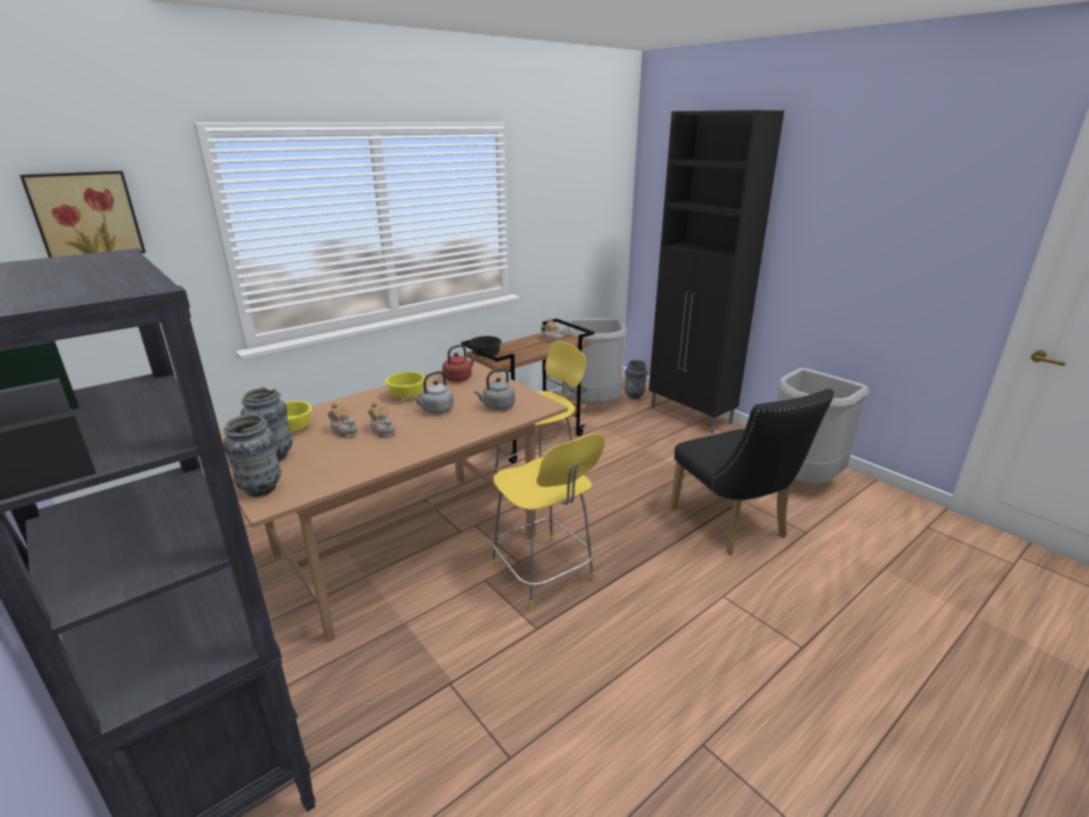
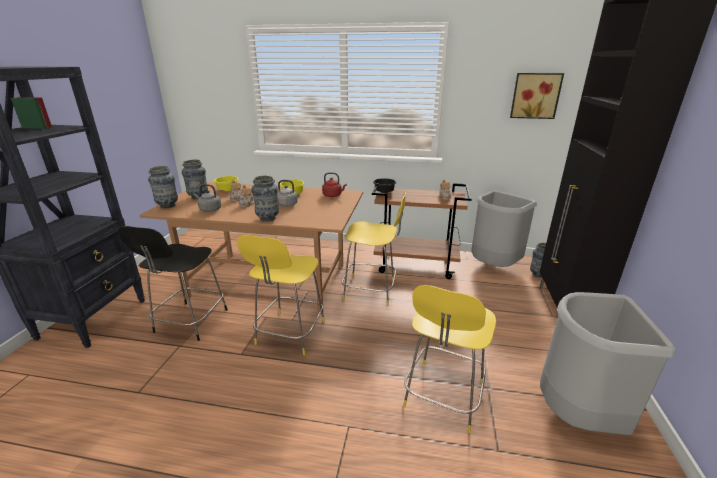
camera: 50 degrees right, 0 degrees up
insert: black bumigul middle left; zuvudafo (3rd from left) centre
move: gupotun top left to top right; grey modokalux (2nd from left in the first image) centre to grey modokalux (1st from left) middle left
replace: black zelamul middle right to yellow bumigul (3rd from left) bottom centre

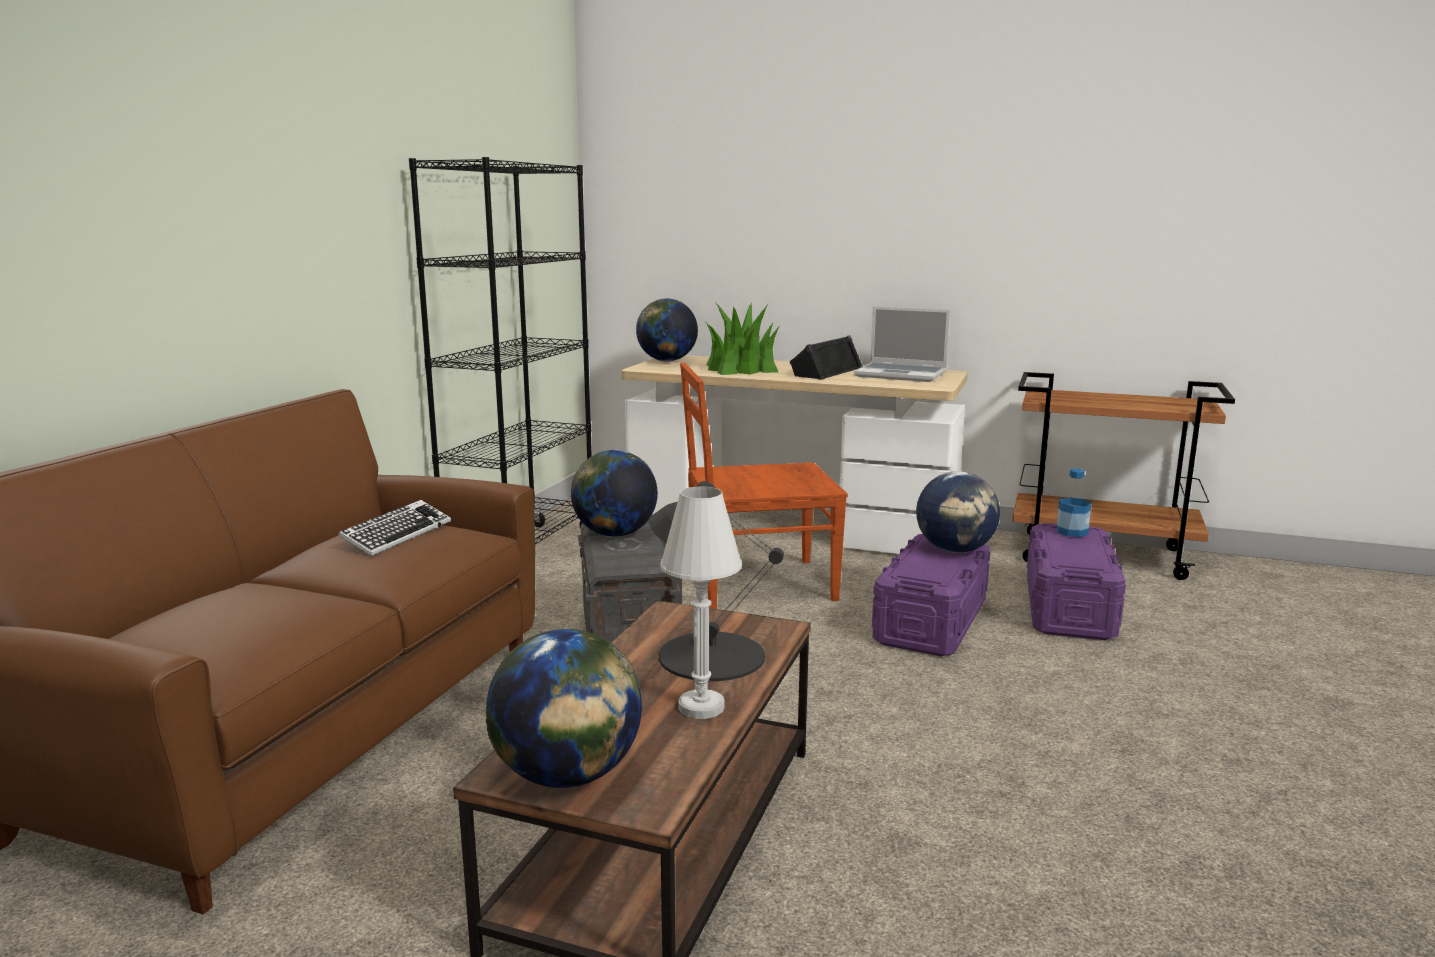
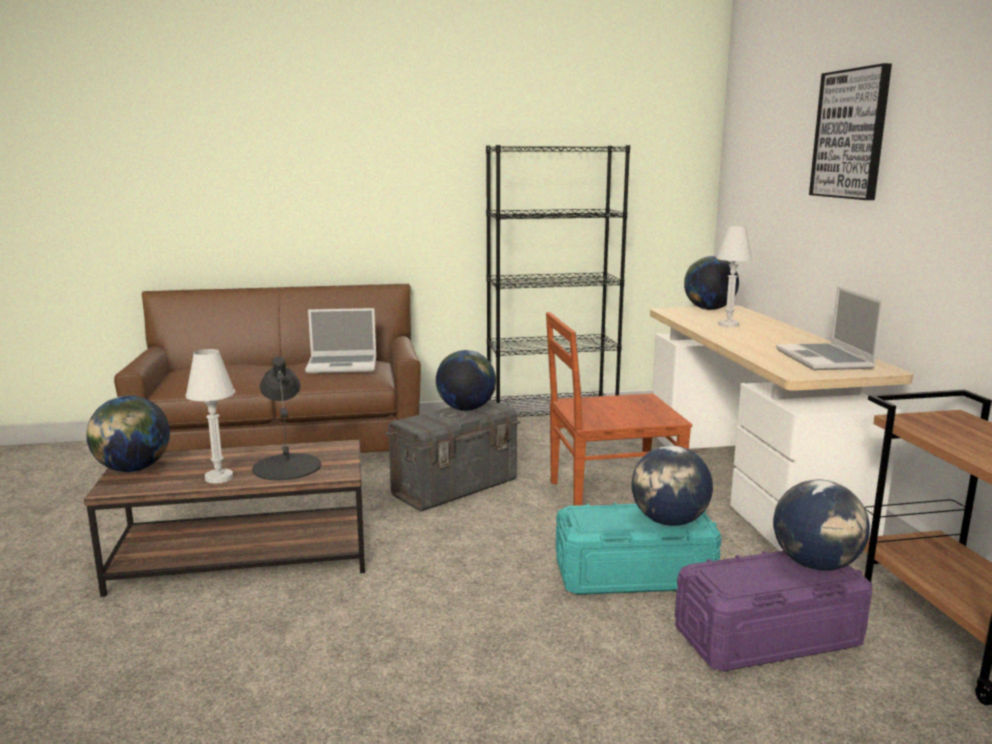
camera: 60 degrees right, 0 degrees up
delete: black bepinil centre
insert: gupotun top right
replace: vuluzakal middle left to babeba (1st from left) centre; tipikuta centre to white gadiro (2nd from left) middle right; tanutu middle right to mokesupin (5th from left) bottom right
recolor: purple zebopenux (1st from left) centre to turquoise zebopenux bottom centre
rotate: brown zelamul centre = centre 60 degrees counterclockwise

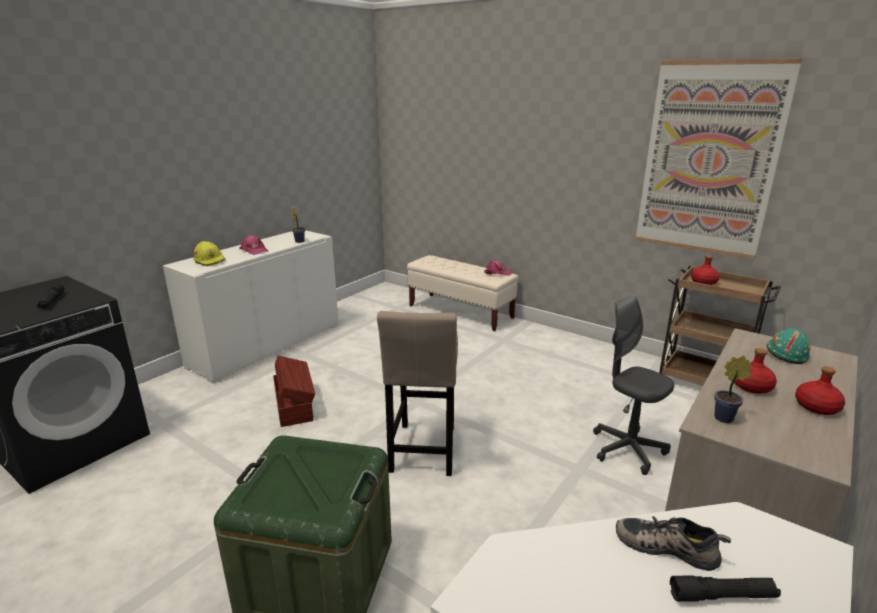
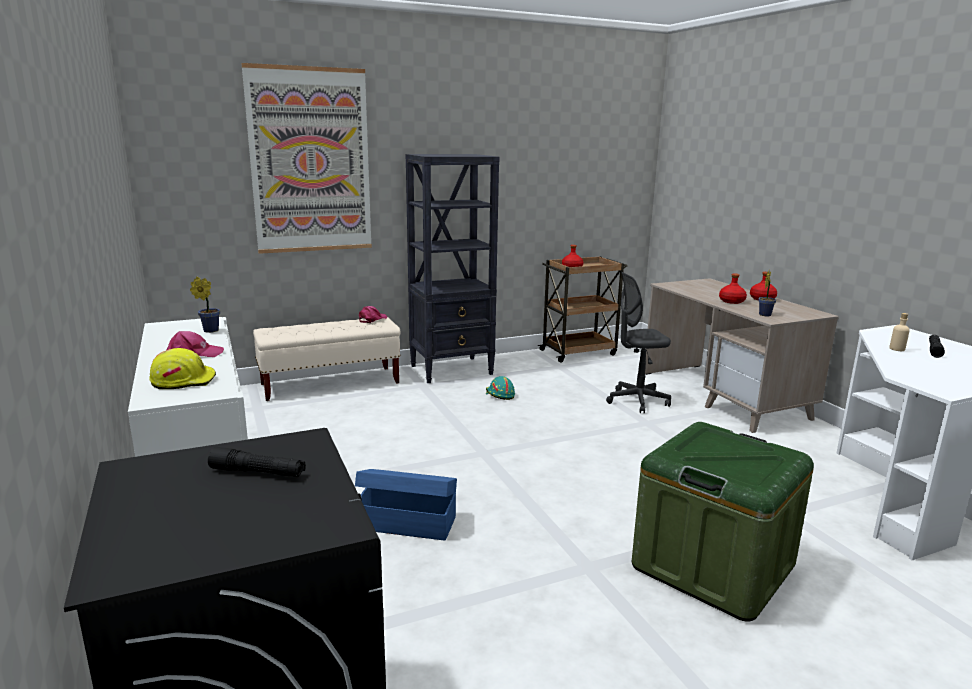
camera: 60 degrees left, 5 degrees down
delete: beige bumigul centre
insert: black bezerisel centre
move: gupotun top right to top left; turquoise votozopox middle right to centre
replace: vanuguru bottom right to beige tanutu middle right
recolor: brown zebopenux centre to blue zebopenux bottom centre

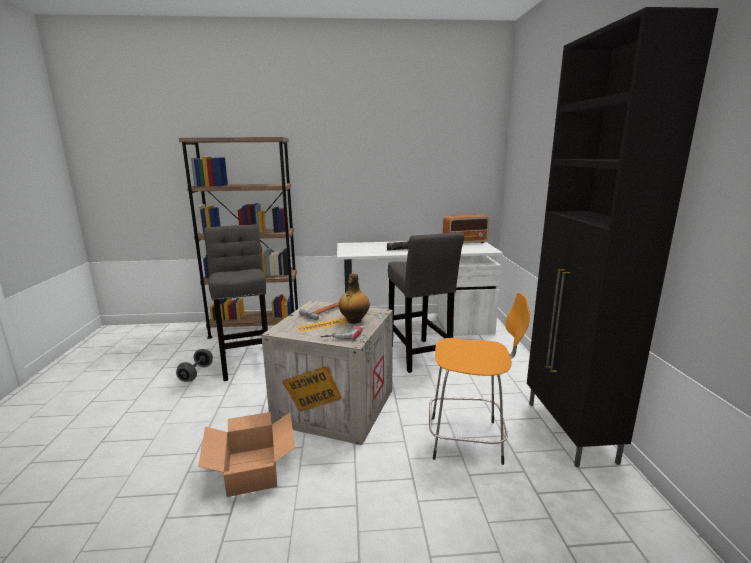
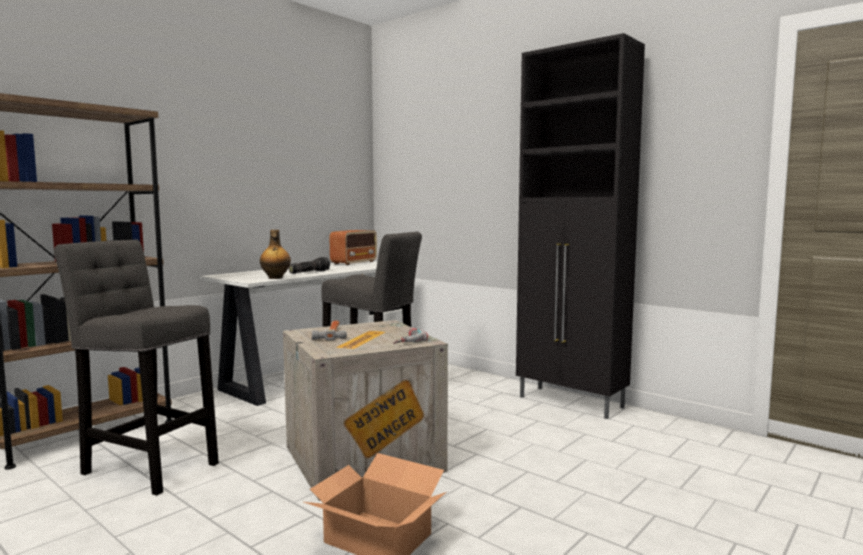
camera: 45 degrees left, 10 degrees down
delete: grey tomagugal middle left; orange bumigul bottom centre
move: tanutu centre to middle left

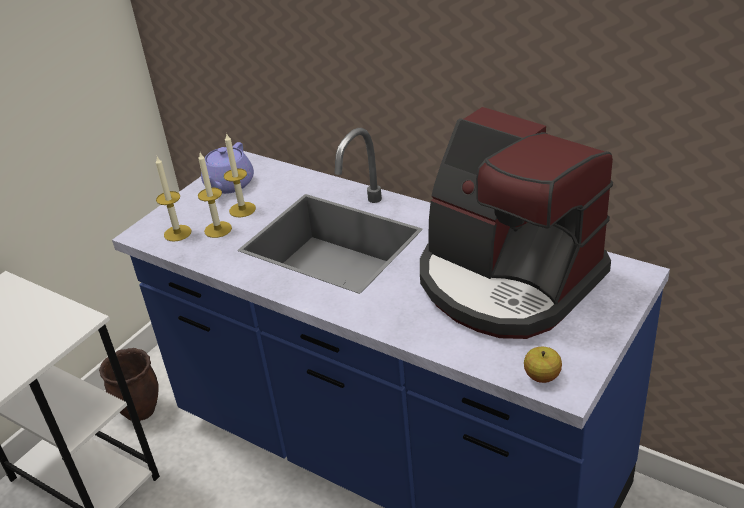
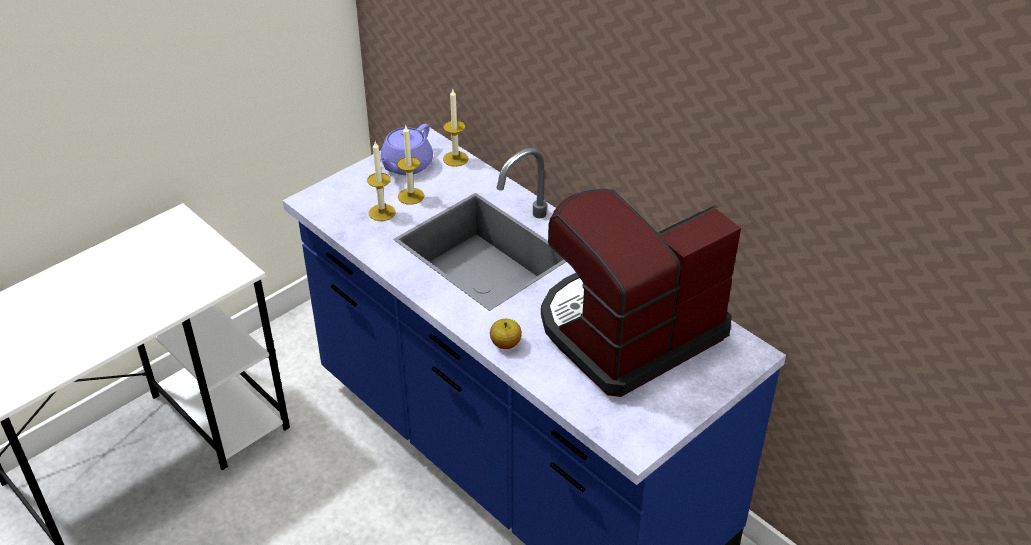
camera: 10 degrees right, 5 degrees up
delete: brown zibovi bottom left
move: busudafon (1st from left in the first image) middle left to busudafon (3rd from left) top centre; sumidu bottom right to centre
rotate: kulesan middle right = centre 90 degrees clockwise

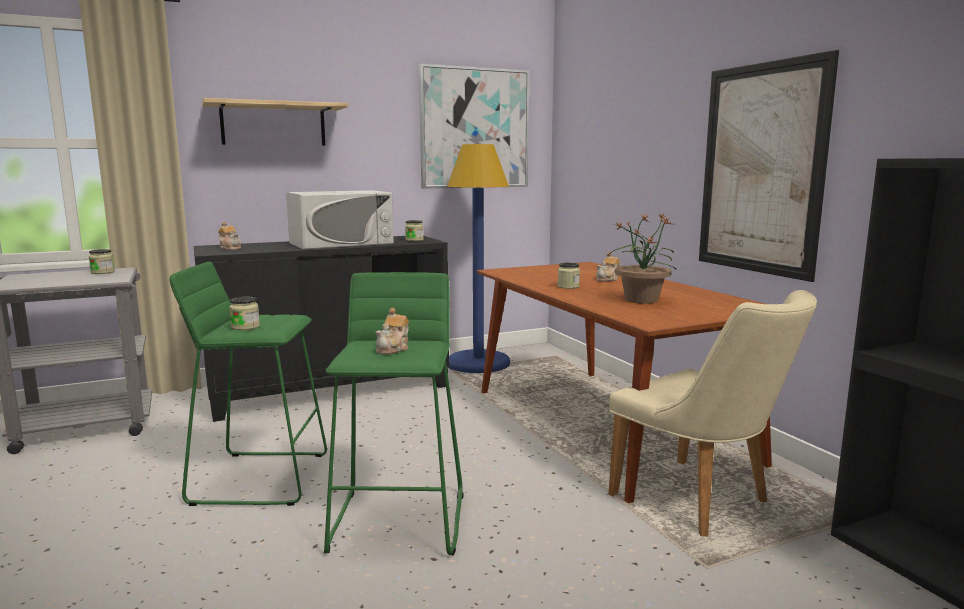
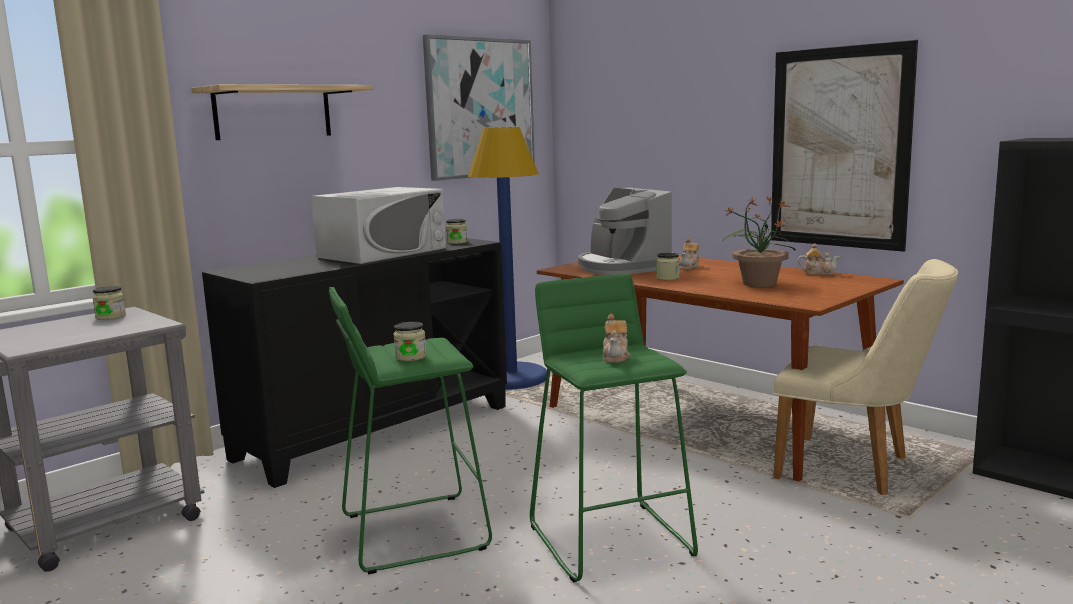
camera: 20 degrees left, 0 degrees up
insert: kulesan centre
move: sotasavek (1st from left in the first image) middle left to sotasavek (3rd from left) middle right

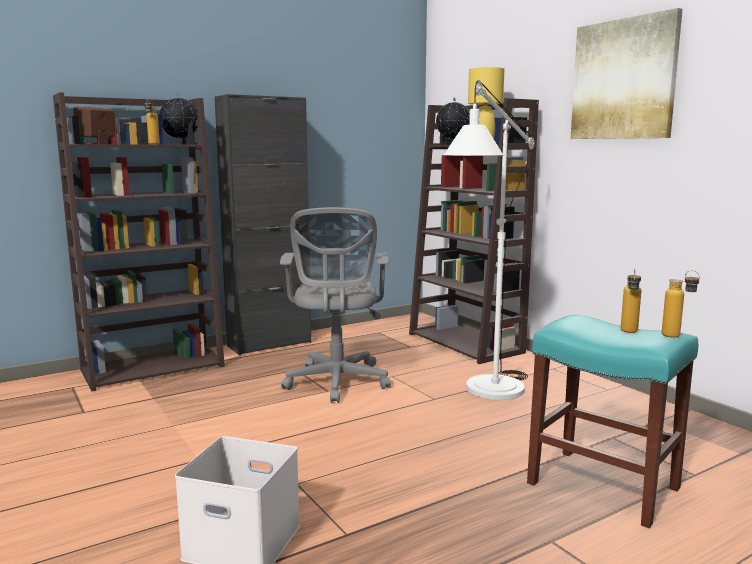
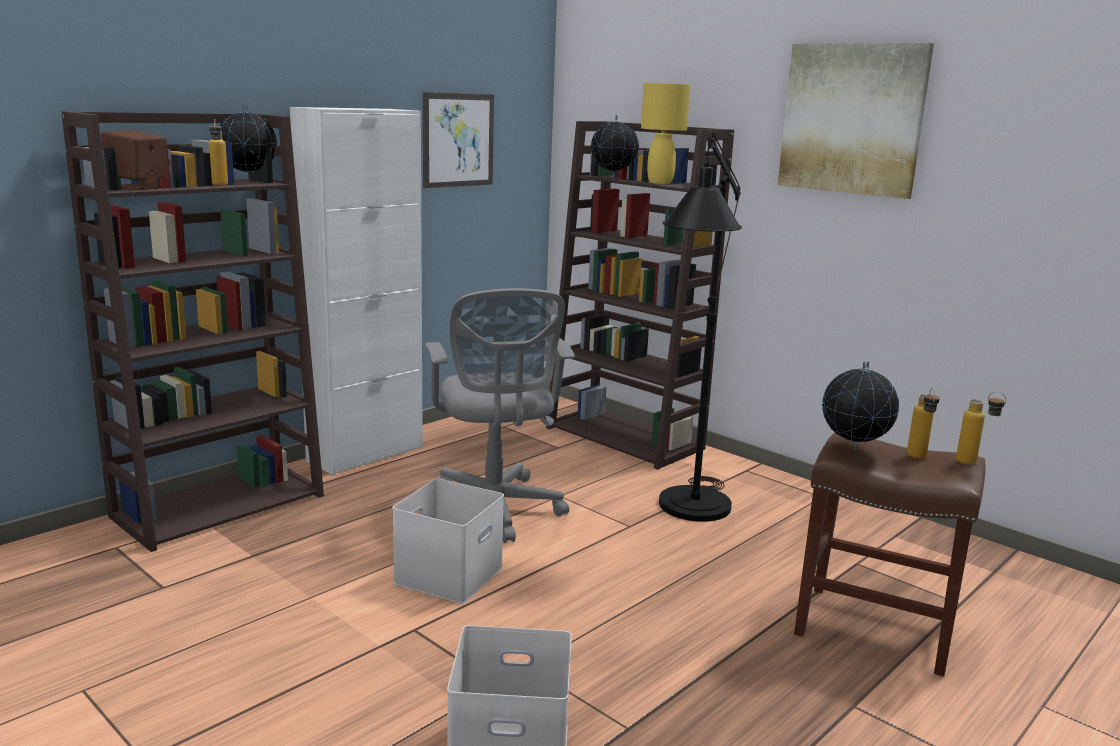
camera: 15 degrees left, 5 degrees up
insert: white zebopenux (1st from left) bottom centre; gupotun (1st from left) top centre; mokesupin (3rd from left) middle right
recolor: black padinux centre to white padinux middle left; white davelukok centre to black davelukok centre; turquoise bumigul bottom right to brown bumigul bottom right

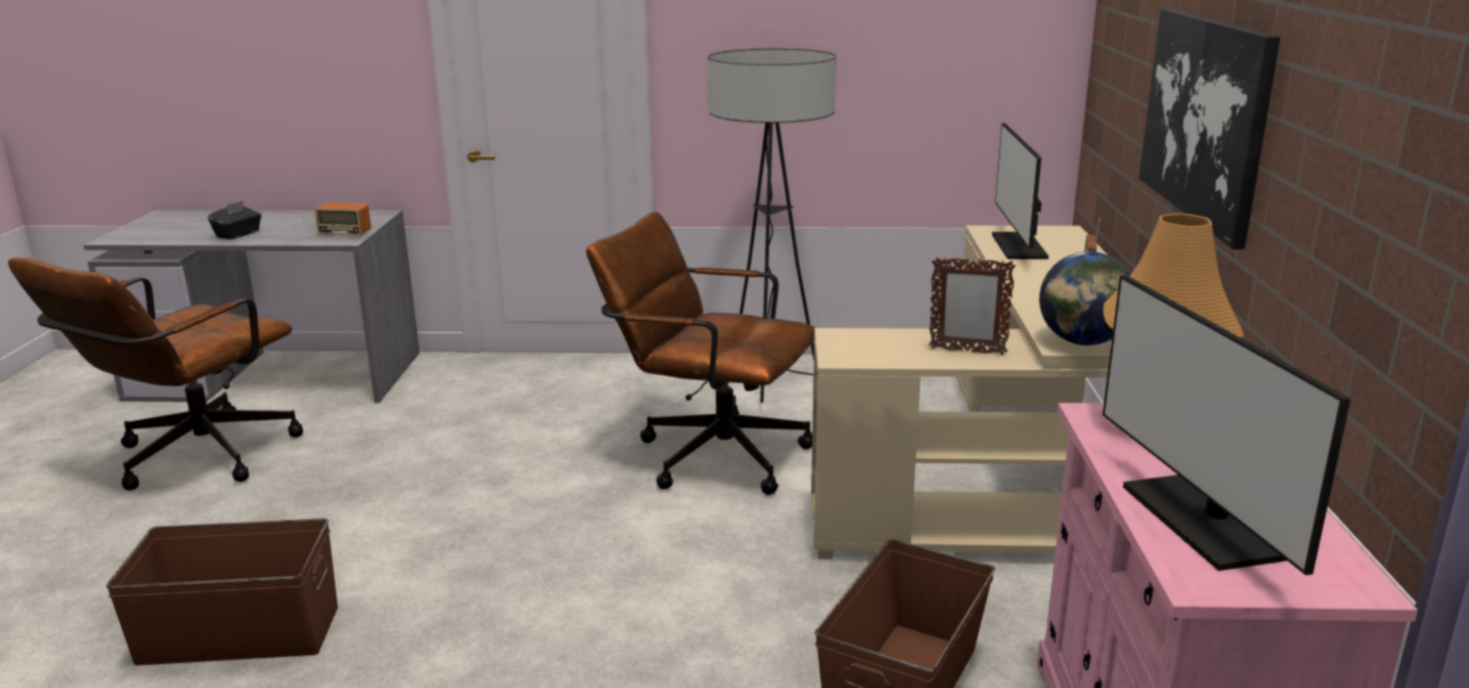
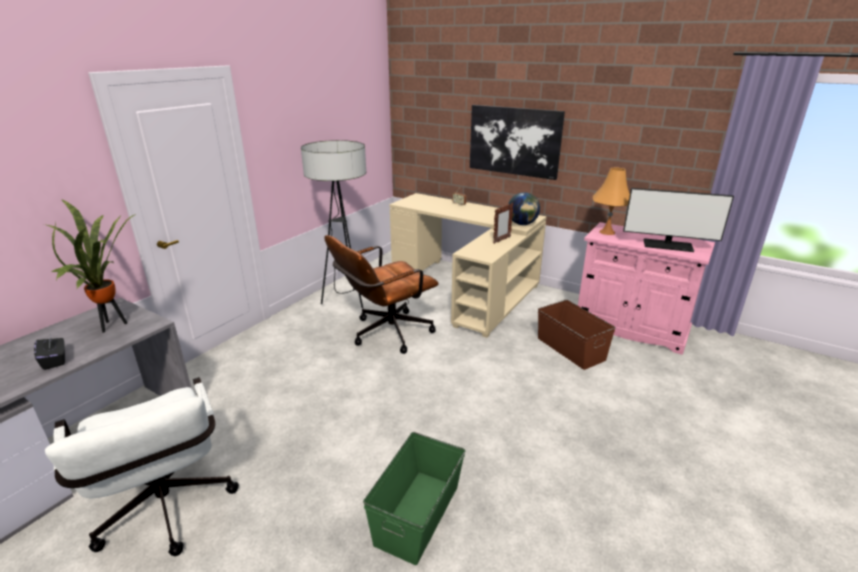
camera: 60 degrees left, 5 degrees up
delete: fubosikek (1st from left) top right
replace: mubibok (1st from left) top left to tipikuta middle left
recolor: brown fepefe (1st from left) middle left to white fepefe bottom left; brown zebopenux (1st from left) bottom left to green zebopenux bottom centre

